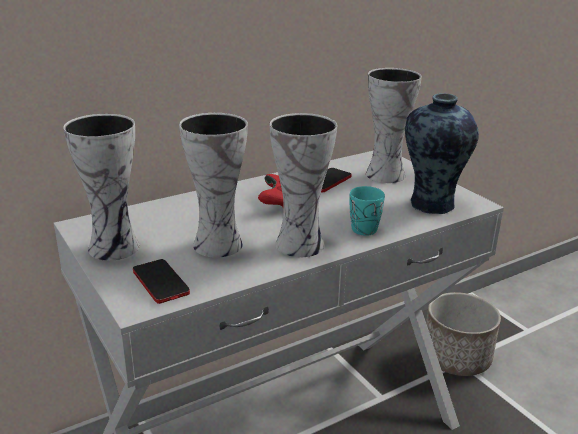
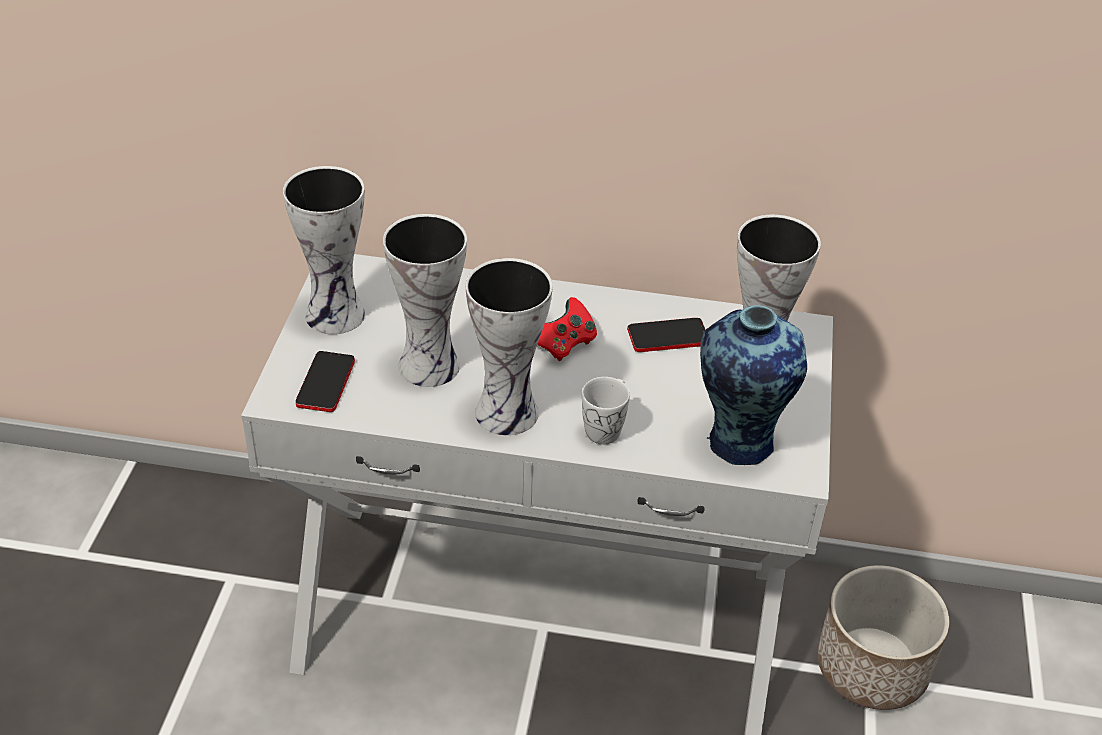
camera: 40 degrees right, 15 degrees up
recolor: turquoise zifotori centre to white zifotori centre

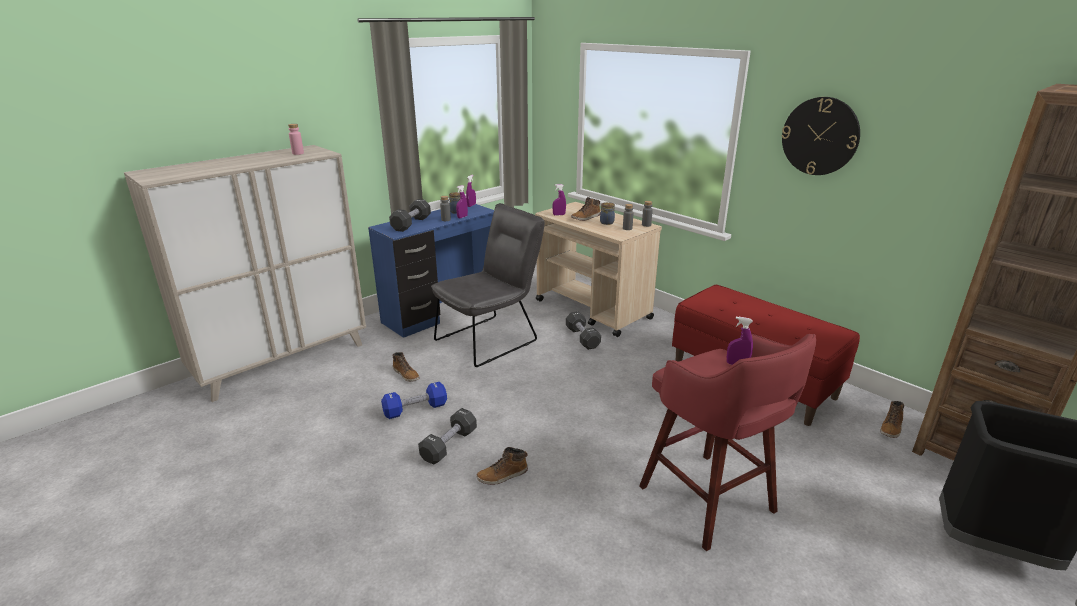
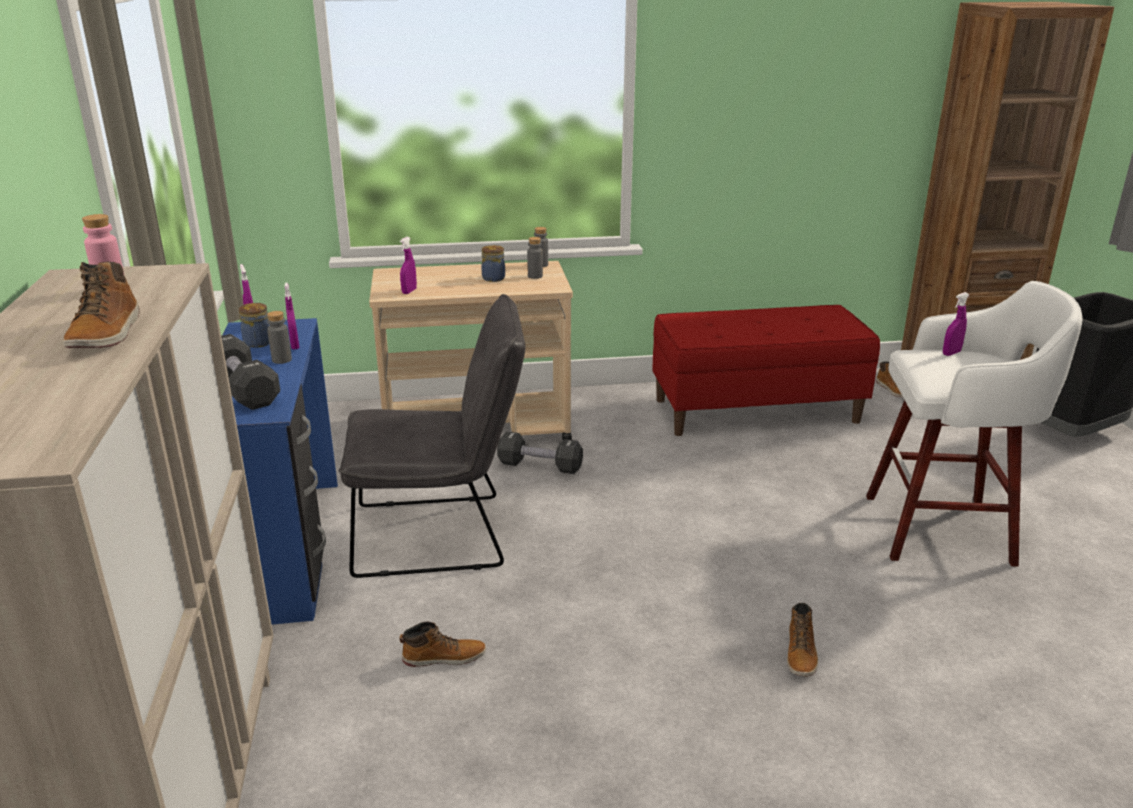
camera: 55 degrees left, 0 degrees up
delete: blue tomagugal centre; black tomagugal (2nd from left) bottom centre; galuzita top right
move: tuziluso (3rd from left in the first image) centre to tuziluso (1st from left) middle left
recolor: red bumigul bottom right to white bumigul middle right
rotate: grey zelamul centre = centre 90 degrees clockwise

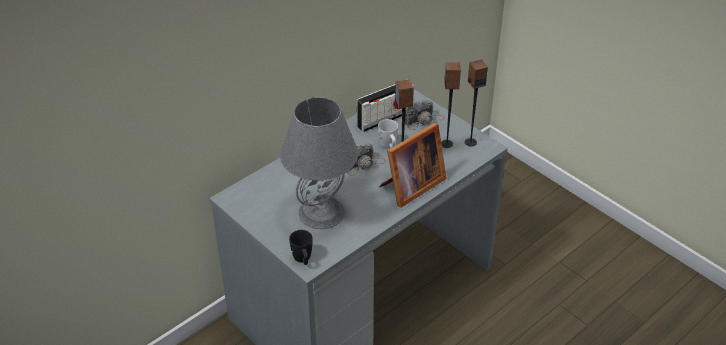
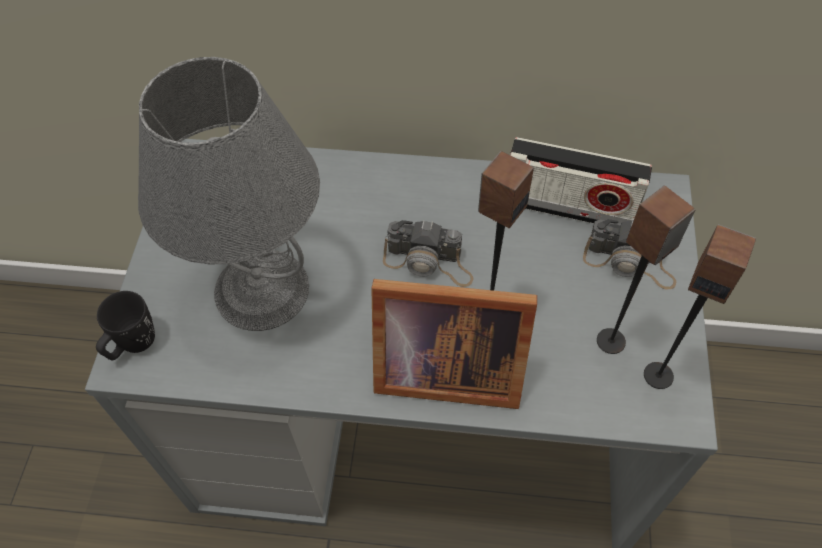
camera: 50 degrees right, 15 degrees up
delete: white zifotori centre

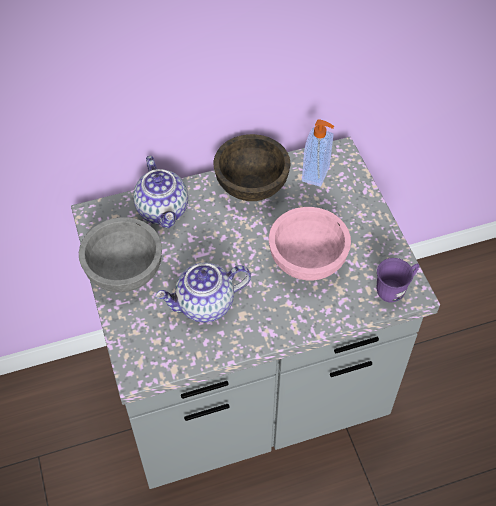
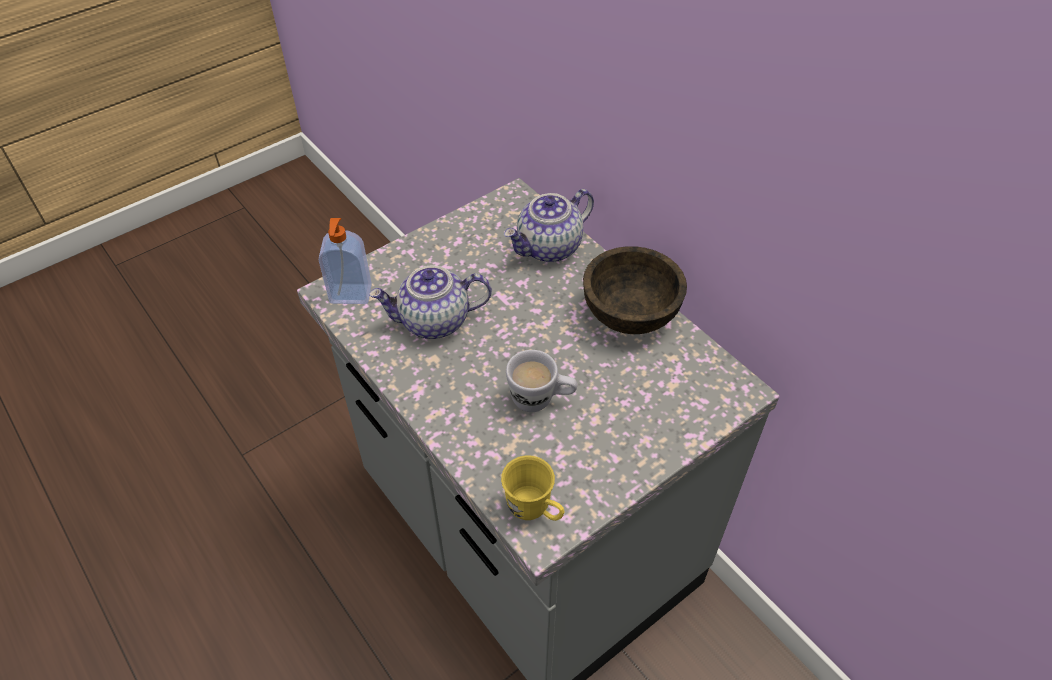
camera: 70 degrees right, 5 degrees down
delete: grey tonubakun middle left
move: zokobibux top centre to middle left
replace: pink tonubakun centre to white zifotori centre
recolor: purple zifotori middle right to yellow zifotori bottom centre
rotate: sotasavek (2nd from left in the first image) centre = centre 60 degrees counterclockwise

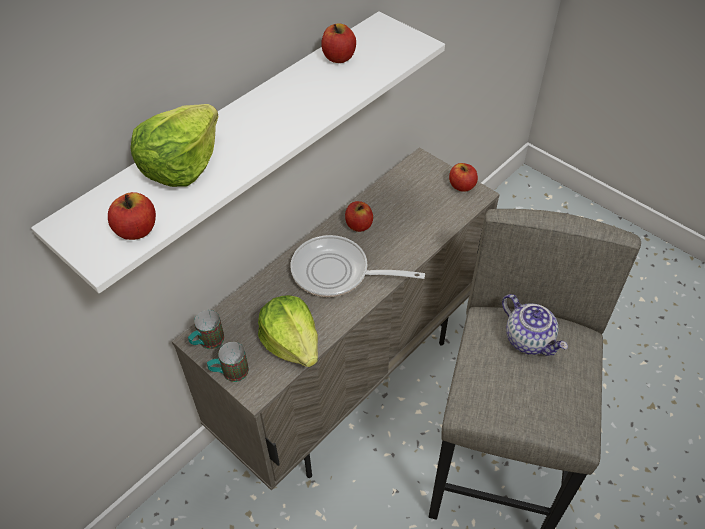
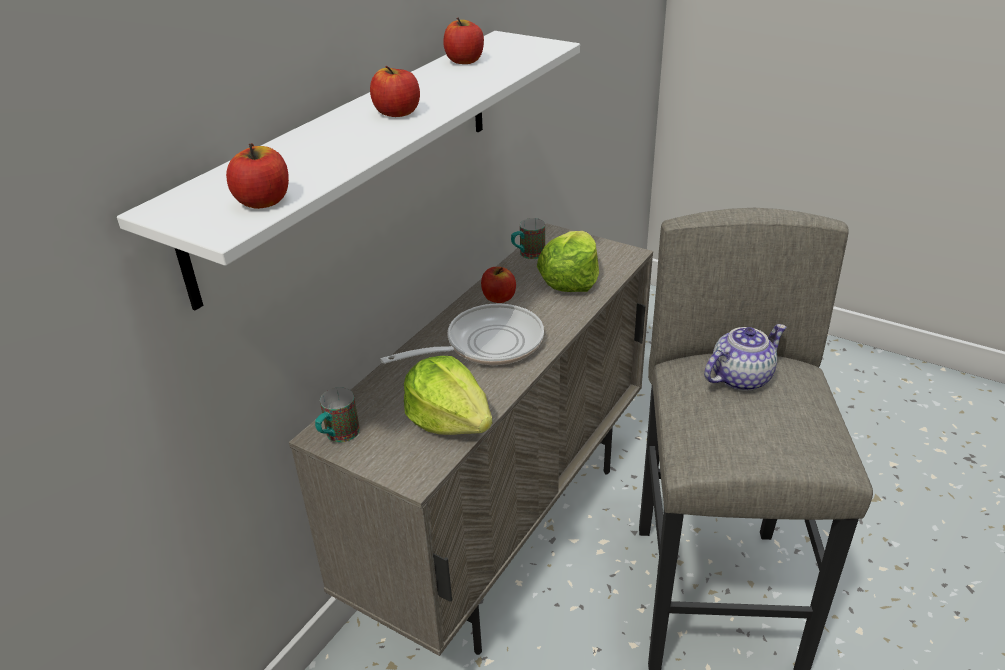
camera: 10 degrees left, 15 degrees down
move: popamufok (1st from left in the first image) top left to popamufok (2nd from left) centre; zifotori (2nd from left) bottom left to centre; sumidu (4th from left in the first image) centre to sumidu (2nd from left) top centre
rotate: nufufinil centre = centre 150 degrees clockwise; sotasavek middle right = middle right 75 degrees counterclockwise

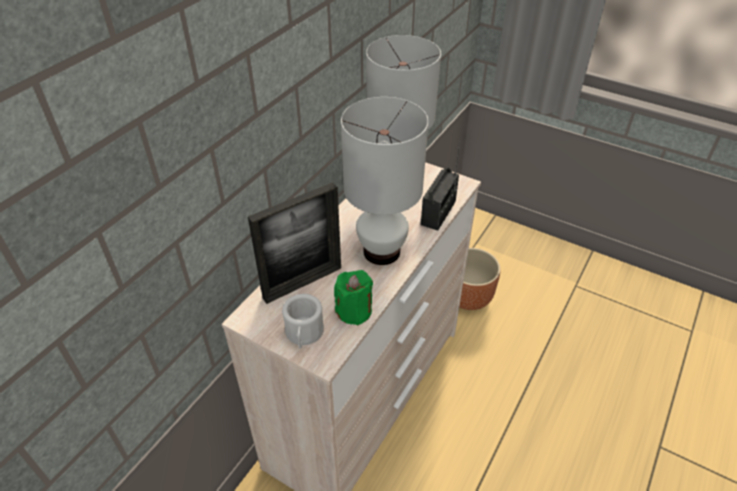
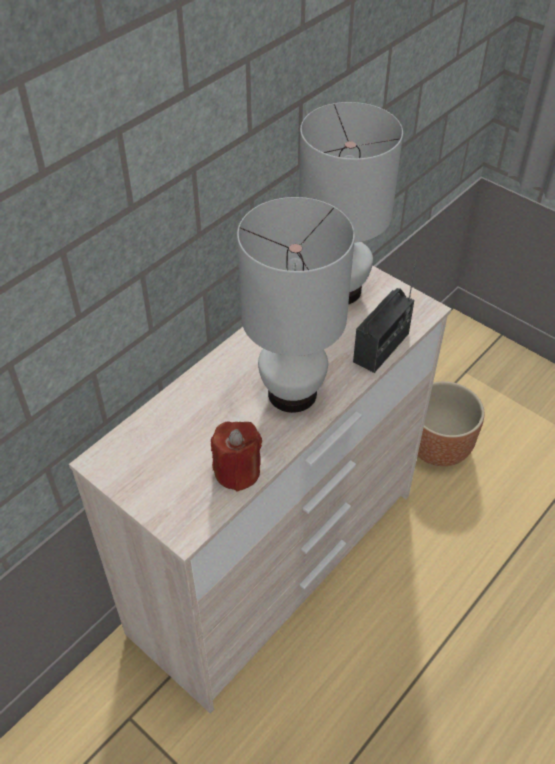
camera: 10 degrees right, 5 degrees up
delete: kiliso centre; white zifotori centre
recolor: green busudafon centre to red busudafon centre

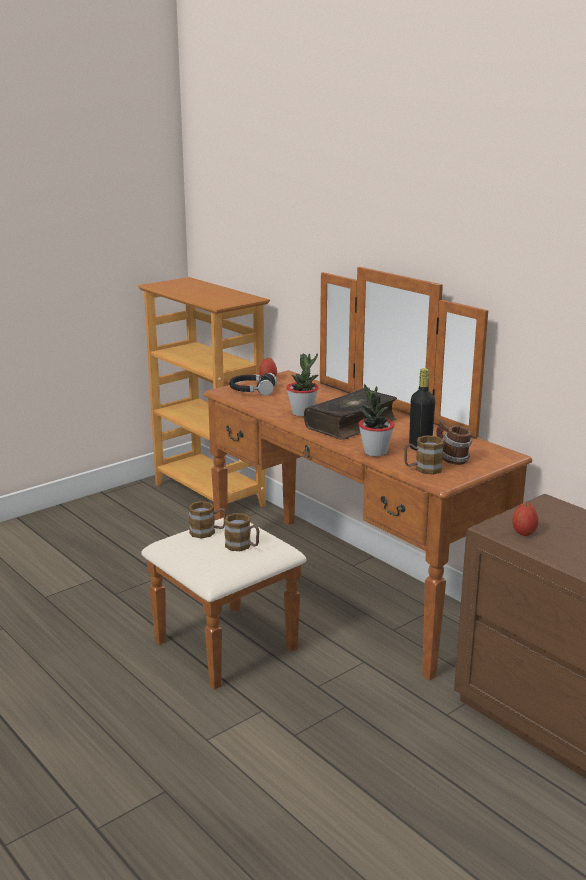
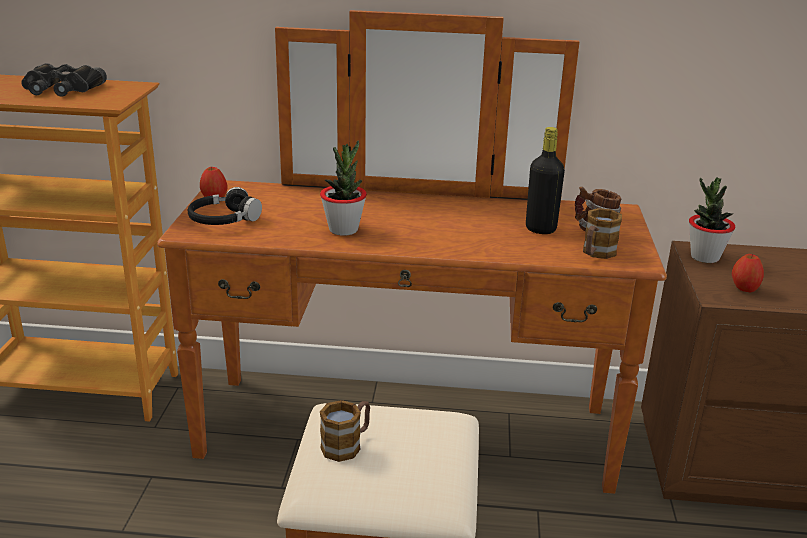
camera: 45 degrees left, 5 degrees up
delete: zifotori (2nd from left) centre; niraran centre
insert: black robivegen top left
move: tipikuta (2nd from left) centre to middle right

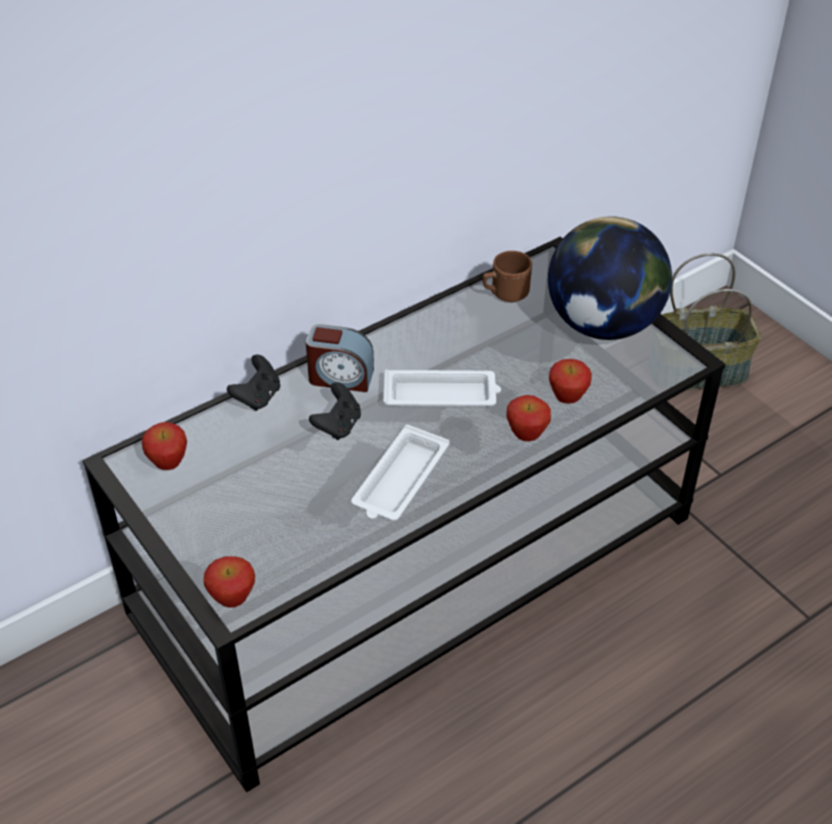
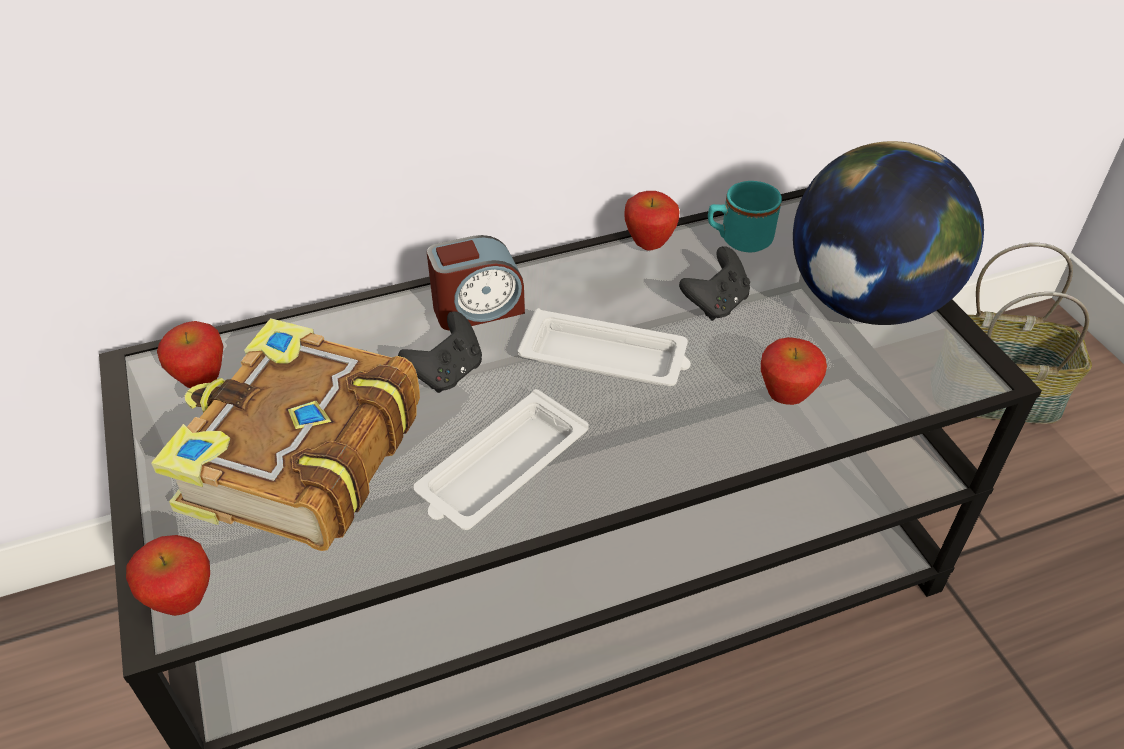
camera: 15 degrees right, 0 degrees up
insert: niraran middle left
move: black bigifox (1st from left in the first image) middle left to black bigifox (2nd from left) centre; sumidu (3rd from left) centre to top centre
recolor: brown zifotori centre to turquoise zifotori top centre
rotate: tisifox centre = centre 45 degrees counterclockwise

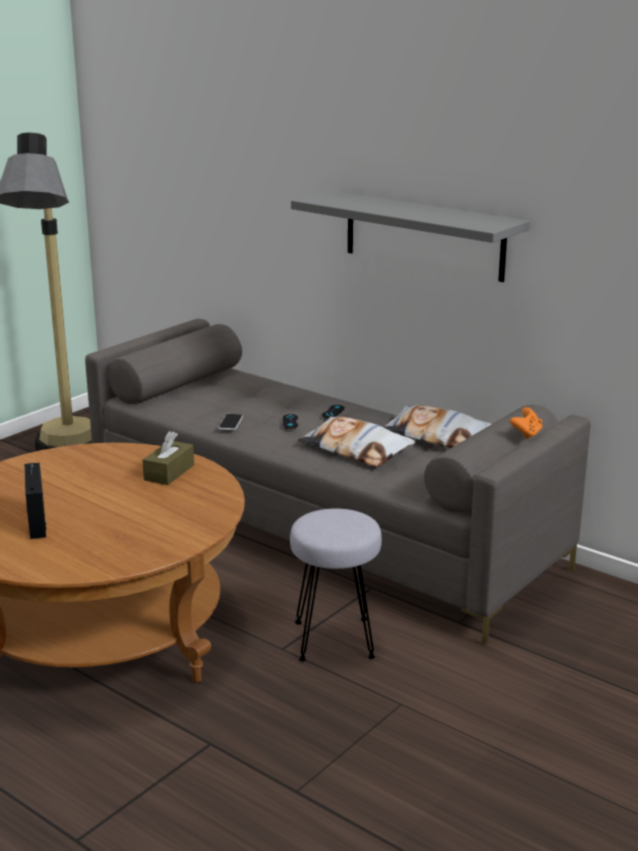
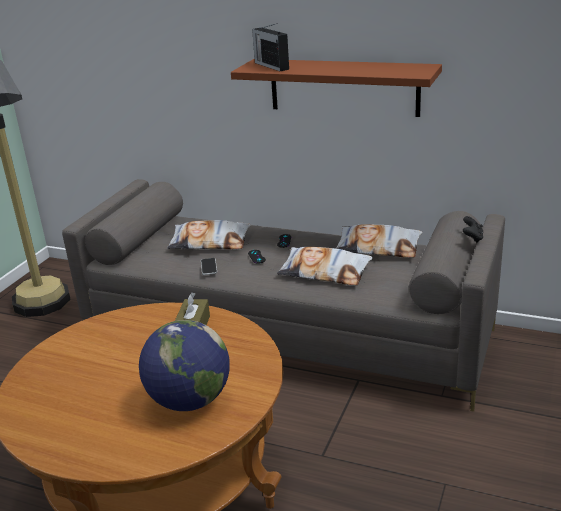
camera: 15 degrees left, 5 degrees up
delete: grey bumigul bottom centre
insert: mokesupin bottom left; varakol (1st from left) centre
move: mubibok middle left to top centre
recolor: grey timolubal top centre to brown timolubal top centre; orange bigifox middle right to black bigifox (3rd from left) middle right

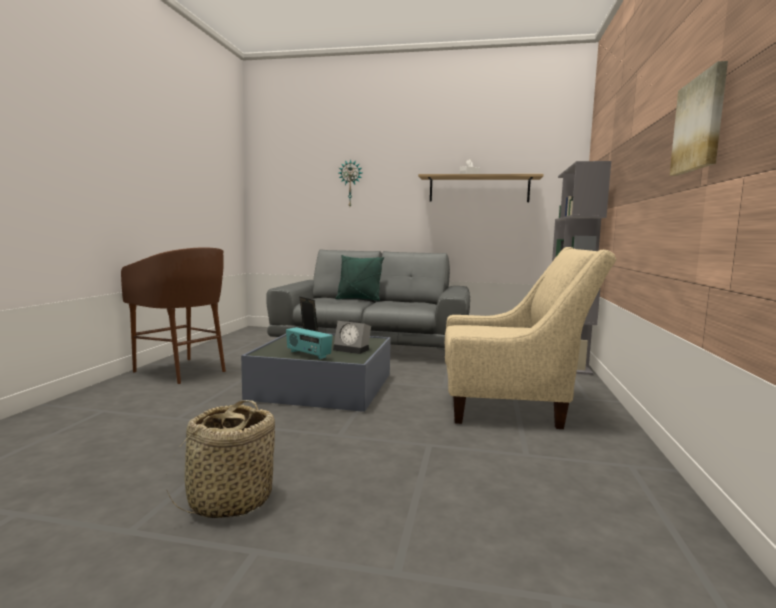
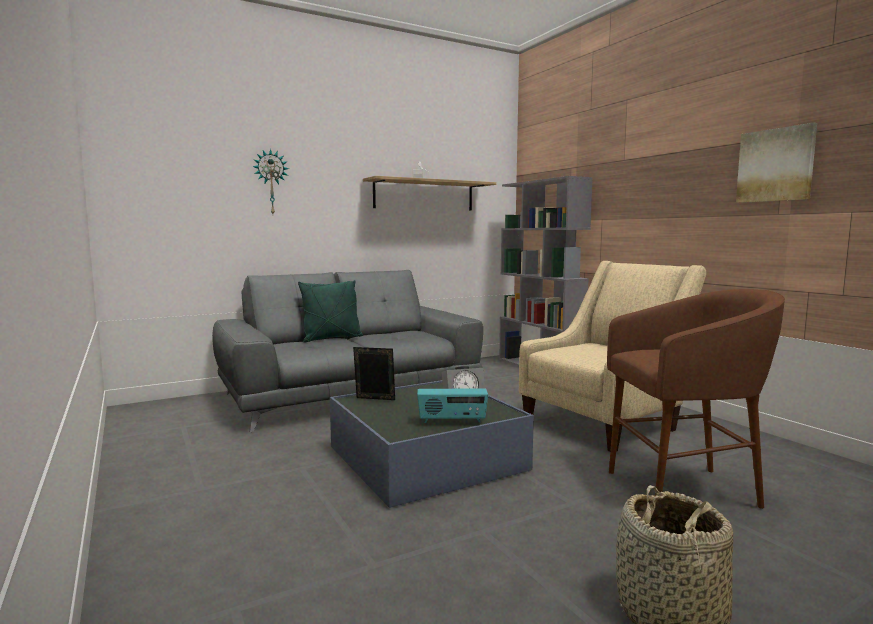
camera: 40 degrees left, 0 degrees up
move: brown bumigul middle left to middle right

